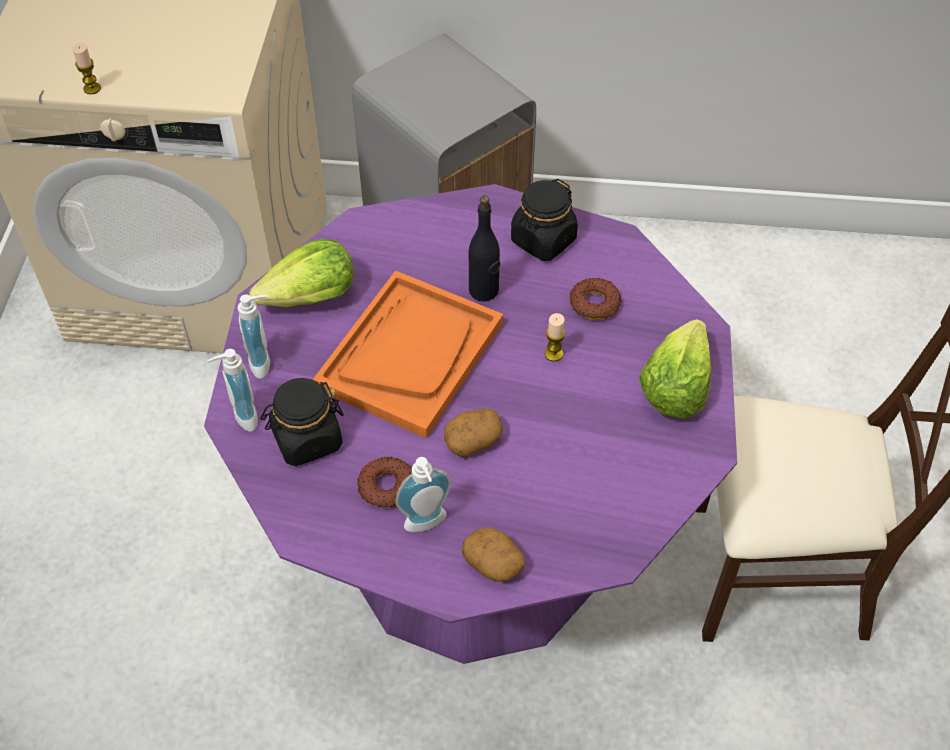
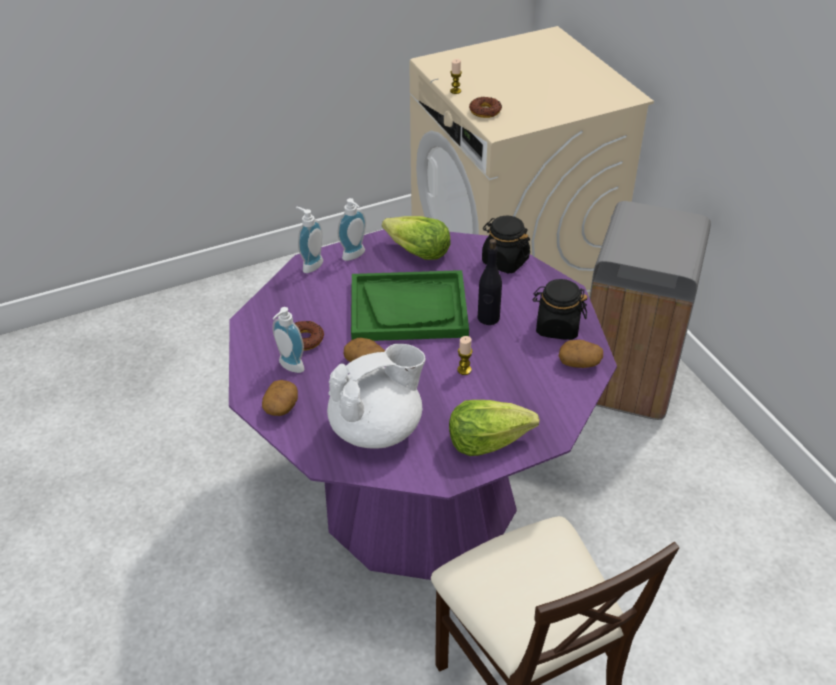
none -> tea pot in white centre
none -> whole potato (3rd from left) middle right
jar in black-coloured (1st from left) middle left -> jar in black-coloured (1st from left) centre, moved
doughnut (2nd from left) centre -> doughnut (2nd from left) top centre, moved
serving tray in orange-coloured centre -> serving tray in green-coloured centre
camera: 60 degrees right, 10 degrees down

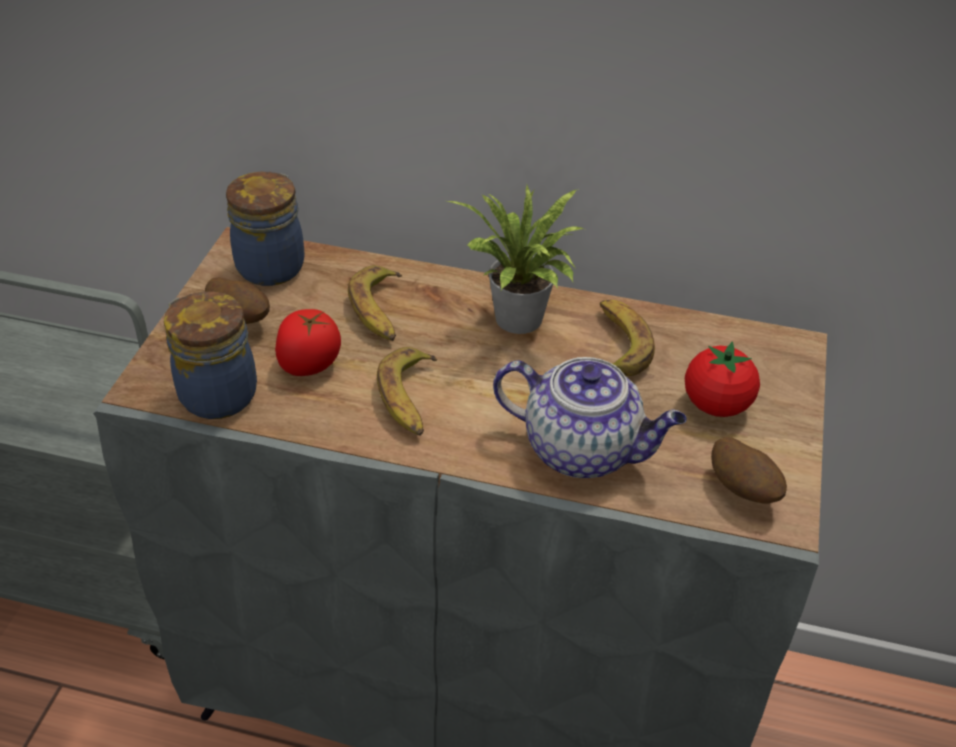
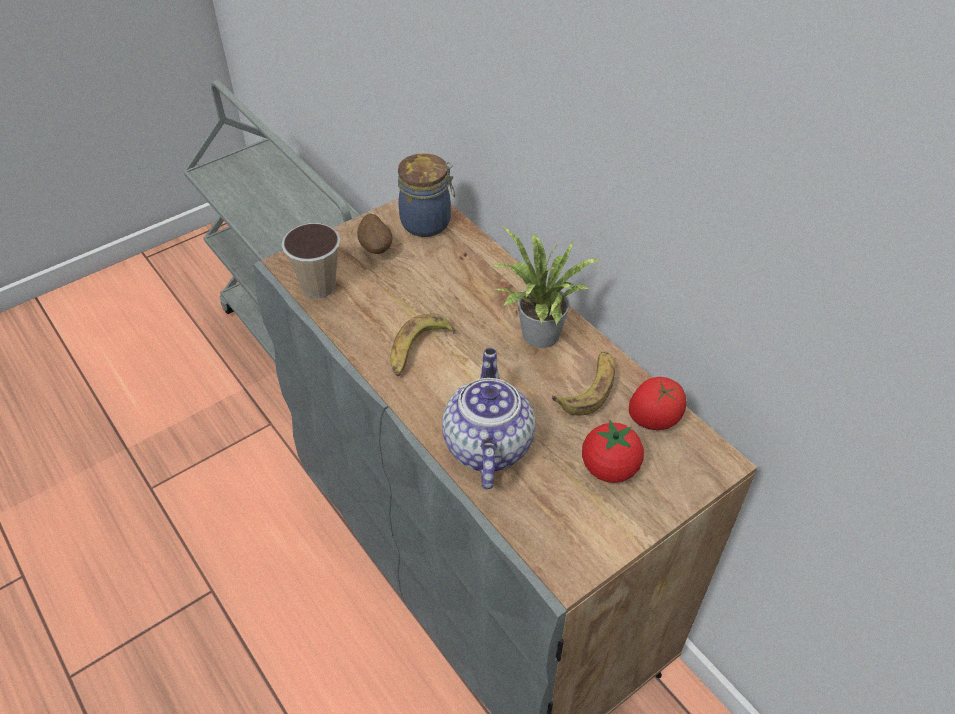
banana (1st from left) centre -> none
whole potato (2nd from left) middle right -> none
fresh tomato (1st from left in the first image) middle left -> fresh tomato (2nd from left) middle right, moved
jar (1st from left) middle left -> drinking cup middle left
tea pot centre, 150 degrees counterclockwise
camera: 40 degrees right, 5 degrees up

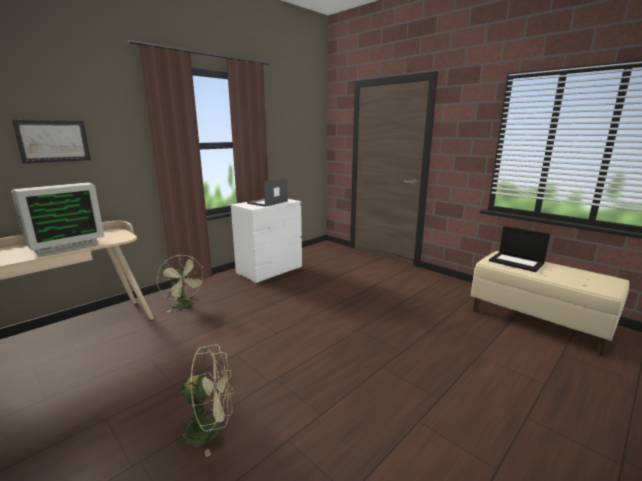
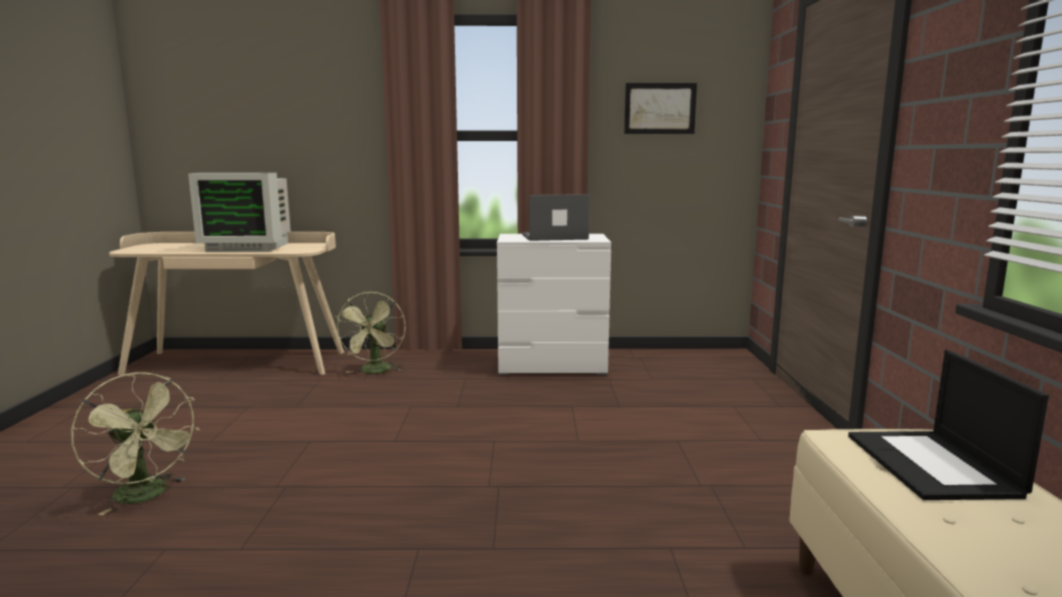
picture top left -> picture top centre, moved
camera: 45 degrees right, 5 degrees down

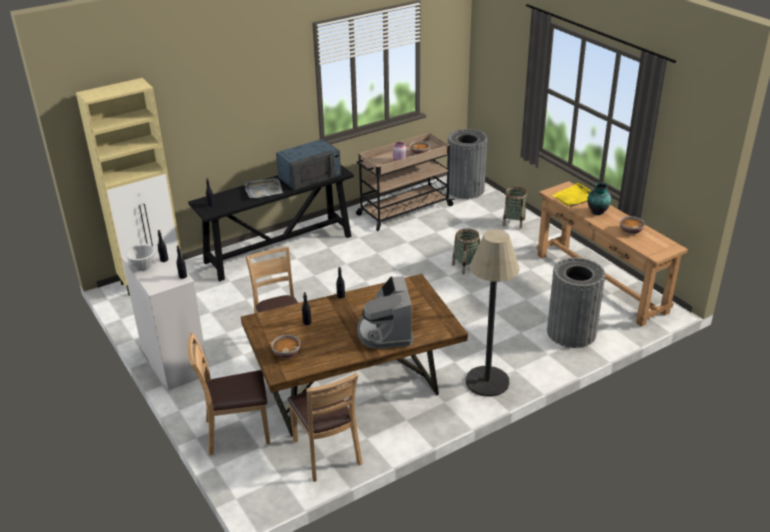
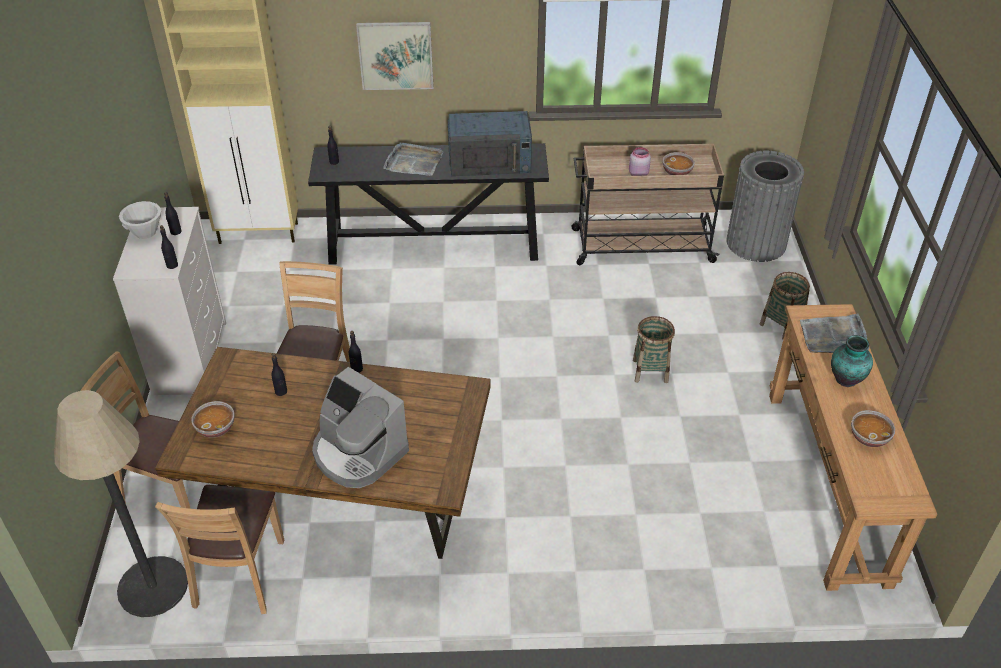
waste bin in gray (2nd from left) middle right -> none
none -> picture top centre
standing lamp centre -> standing lamp bottom left, moved
serving tray in yellowish middle right -> serving tray in gray (2nd from left) middle right
coffee maker centre, 75 degrees counterclockwise
camera: 30 degrees right, 10 degrees up

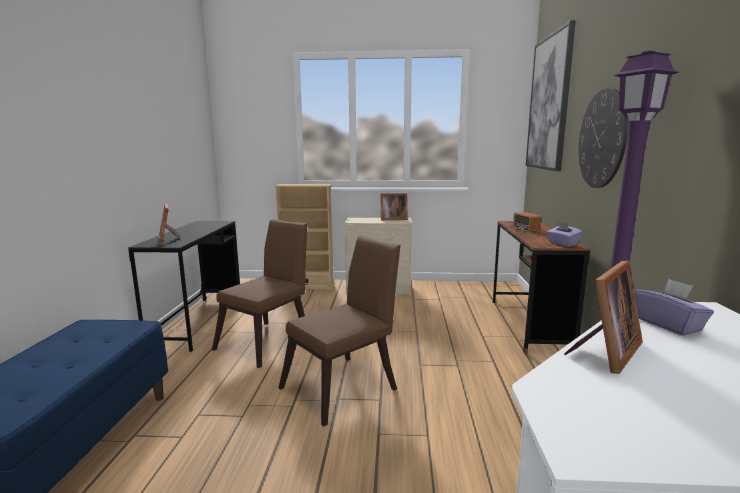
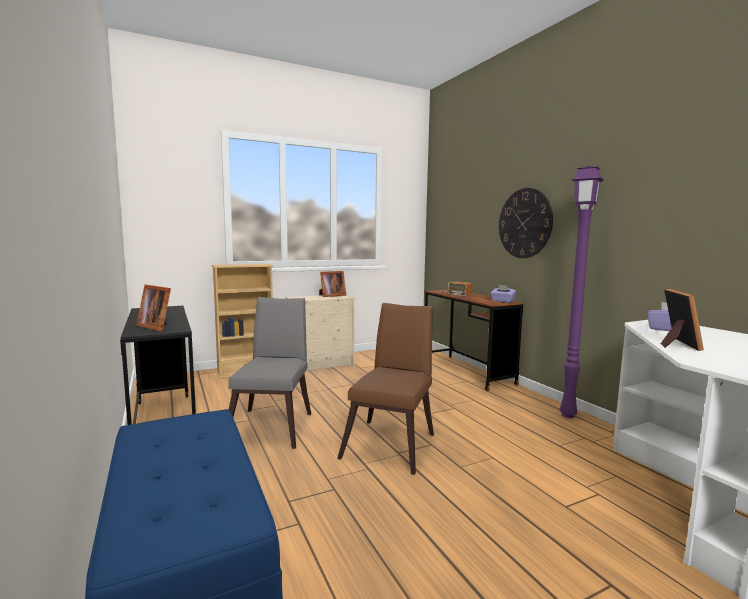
picture top right -> none
chair in brownish (1st from left) centre -> chair in gray centre
camera: 30 degrees left, 5 degrees down

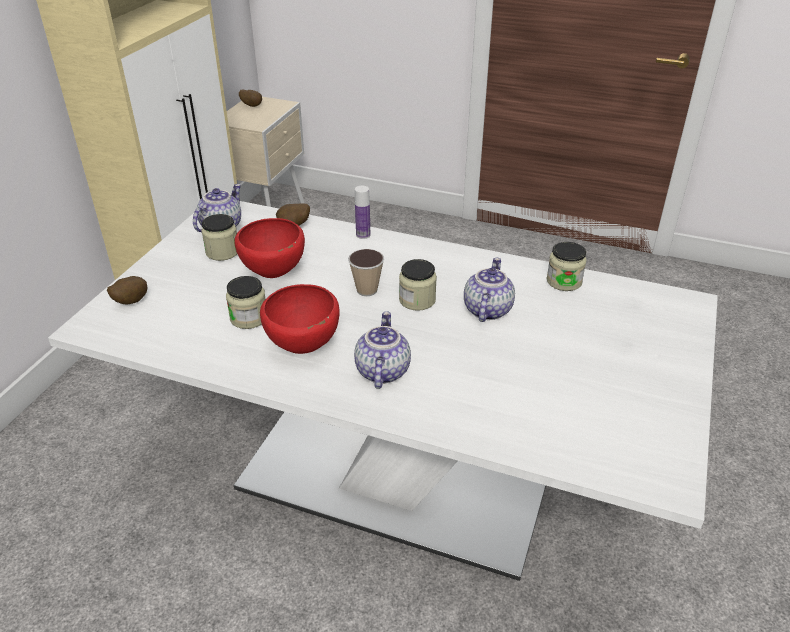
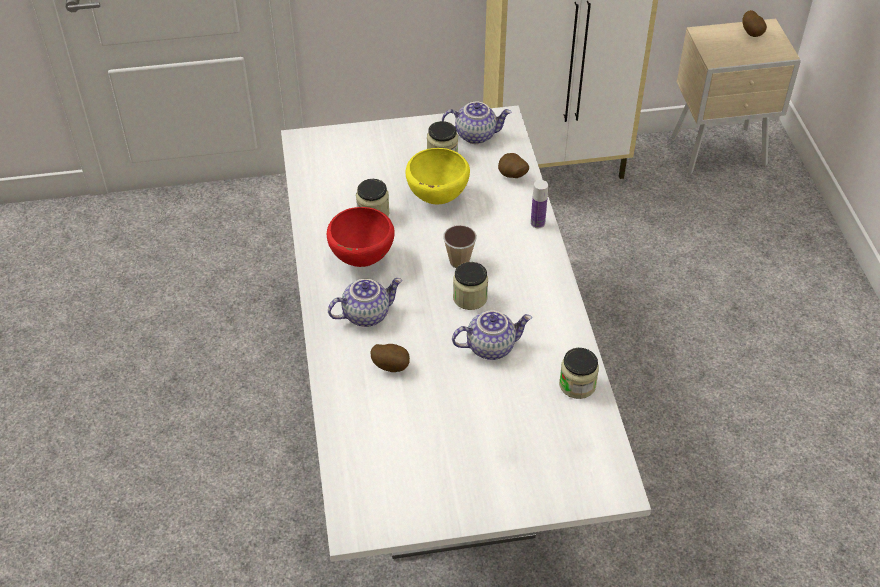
whole potato (1st from left) middle left -> whole potato (1st from left) centre, moved
bowl in red (1st from left) centre -> bowl in yellowish top centre
camera: 60 degrees right, 10 degrees up

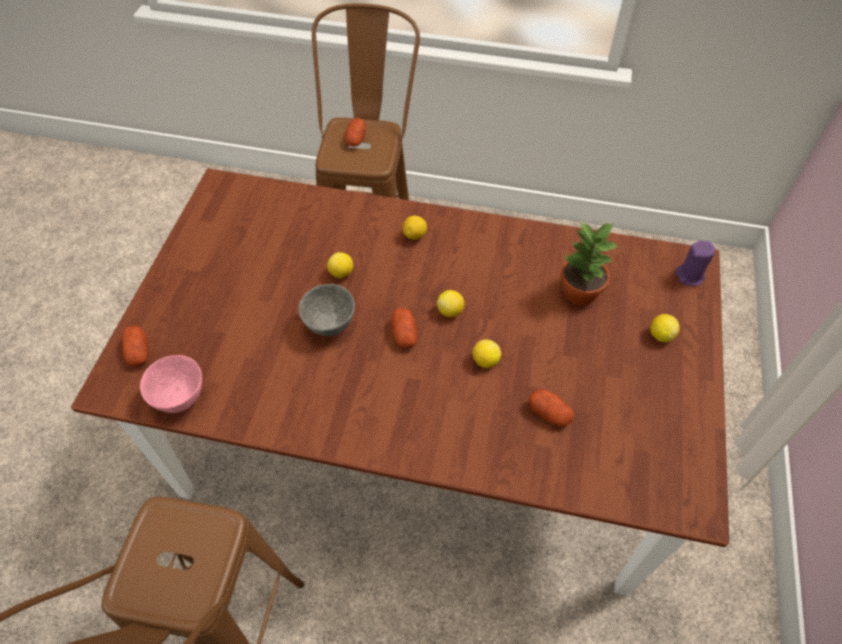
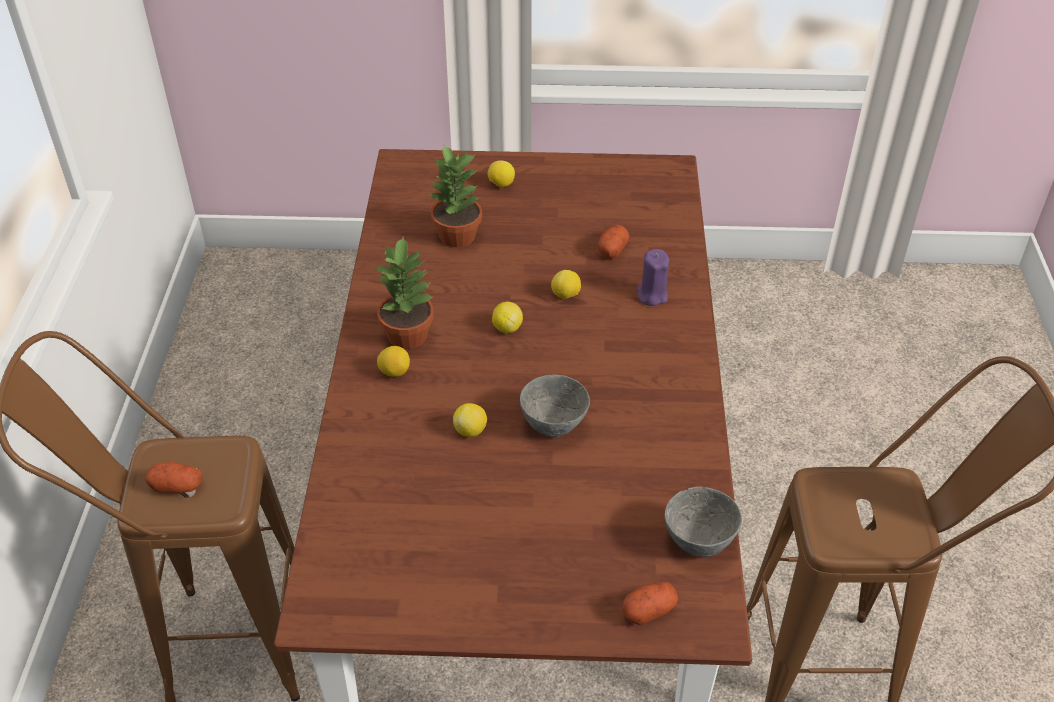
whole potato (3rd from left) centre -> none
none -> plant in a pot (1st from left) centre
wax light in purplish middle right -> wax light in purplish centre, moved
bowl in pink middle left -> bowl in gray (2nd from left) bottom right
camera: 100 degrees left, 10 degrees down

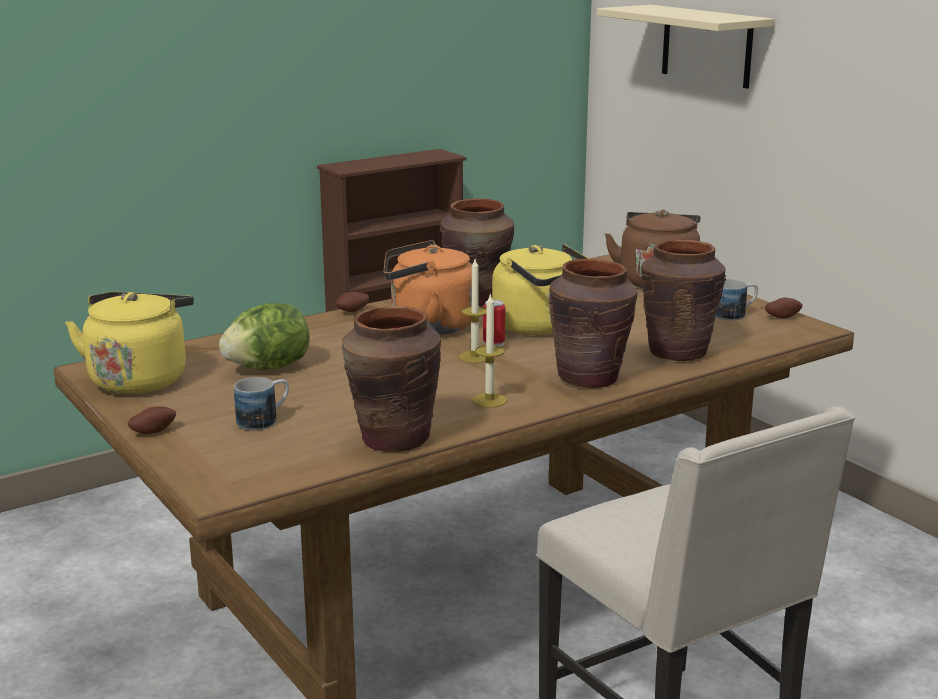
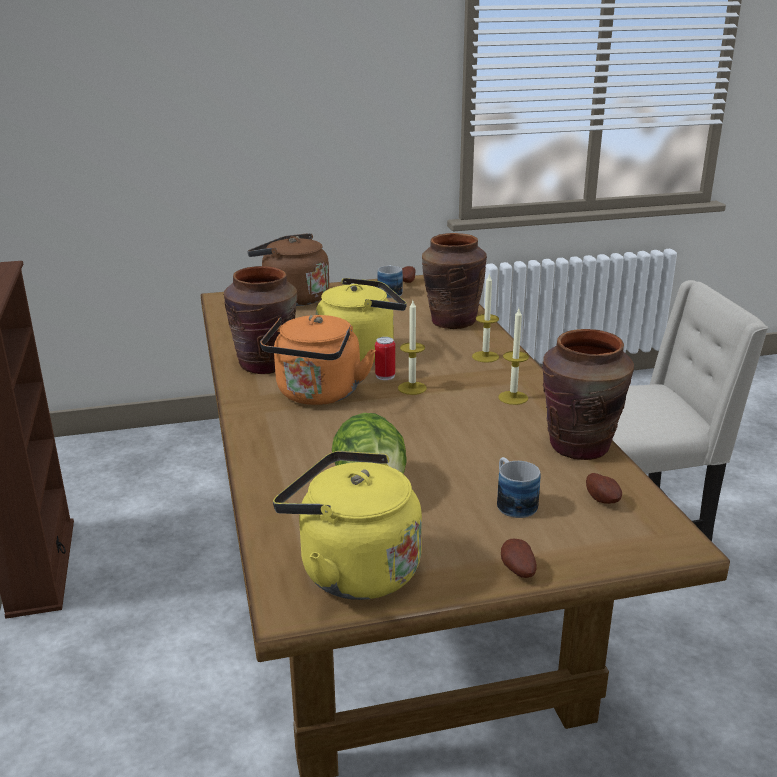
bracket shelf in beige-coloured top right -> none
whole potato (2nd from left in the first image) centre -> whole potato (3rd from left) middle right, moved
decorative vase in brownish (3rd from left) centre -> wax light (2nd from left) centre
camera: 70 degrees left, 5 degrees up

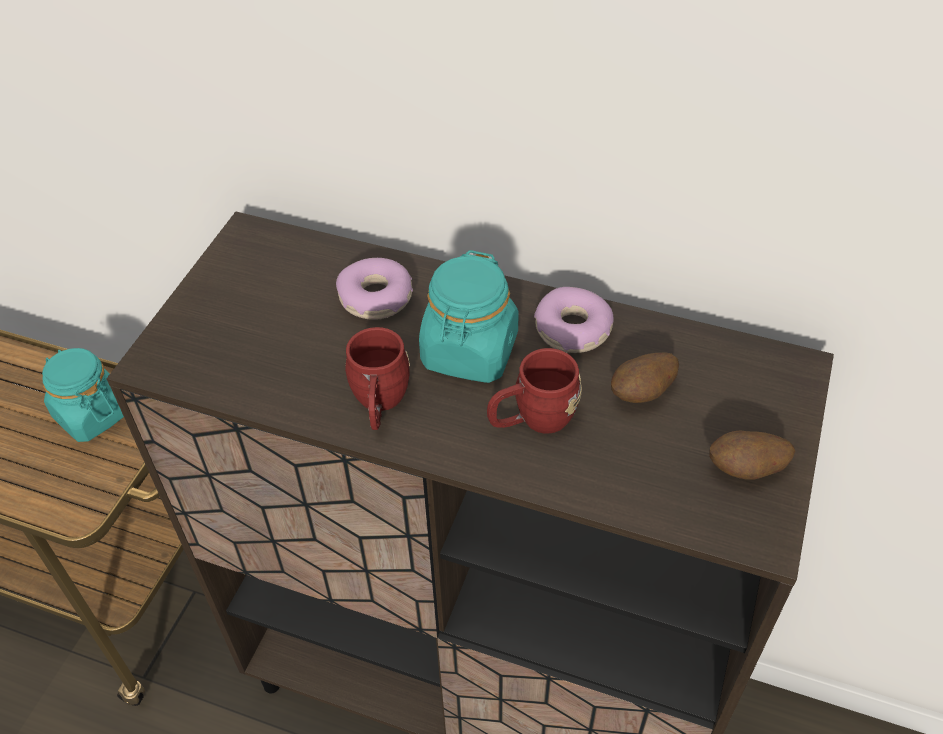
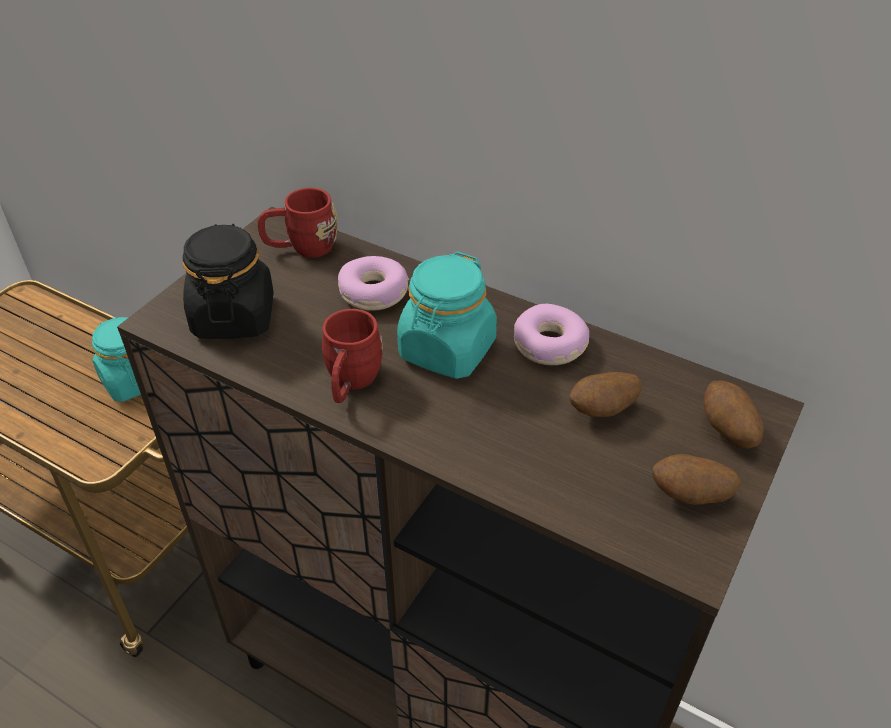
none -> jar in black-coloured middle left
none -> whole potato (3rd from left) middle right
coffee mug in red (2nd from left in the first image) centre -> coffee mug in red (1st from left) top centre, moved
camera: 10 degrees right, 5 degrees down

